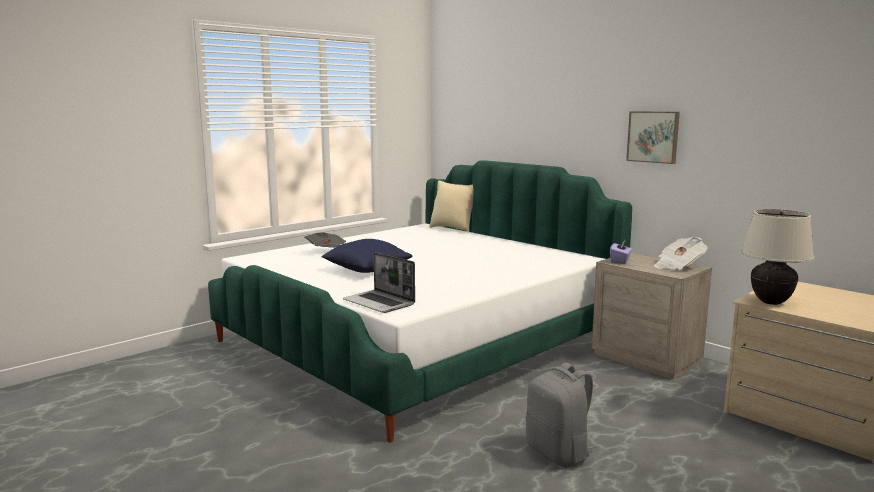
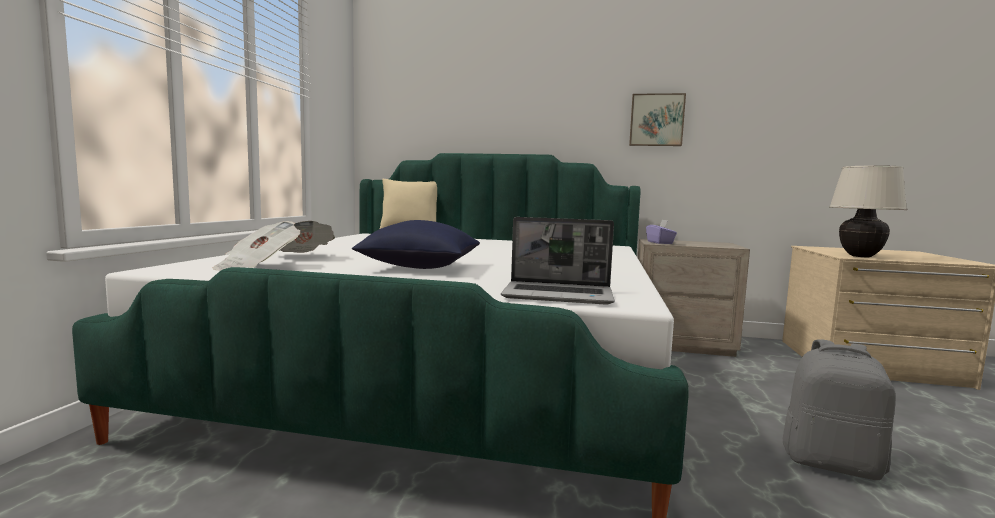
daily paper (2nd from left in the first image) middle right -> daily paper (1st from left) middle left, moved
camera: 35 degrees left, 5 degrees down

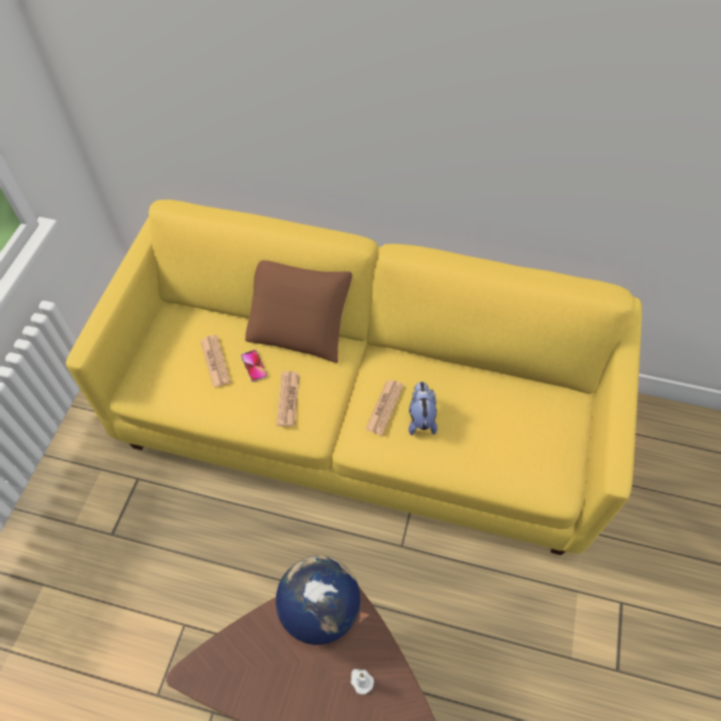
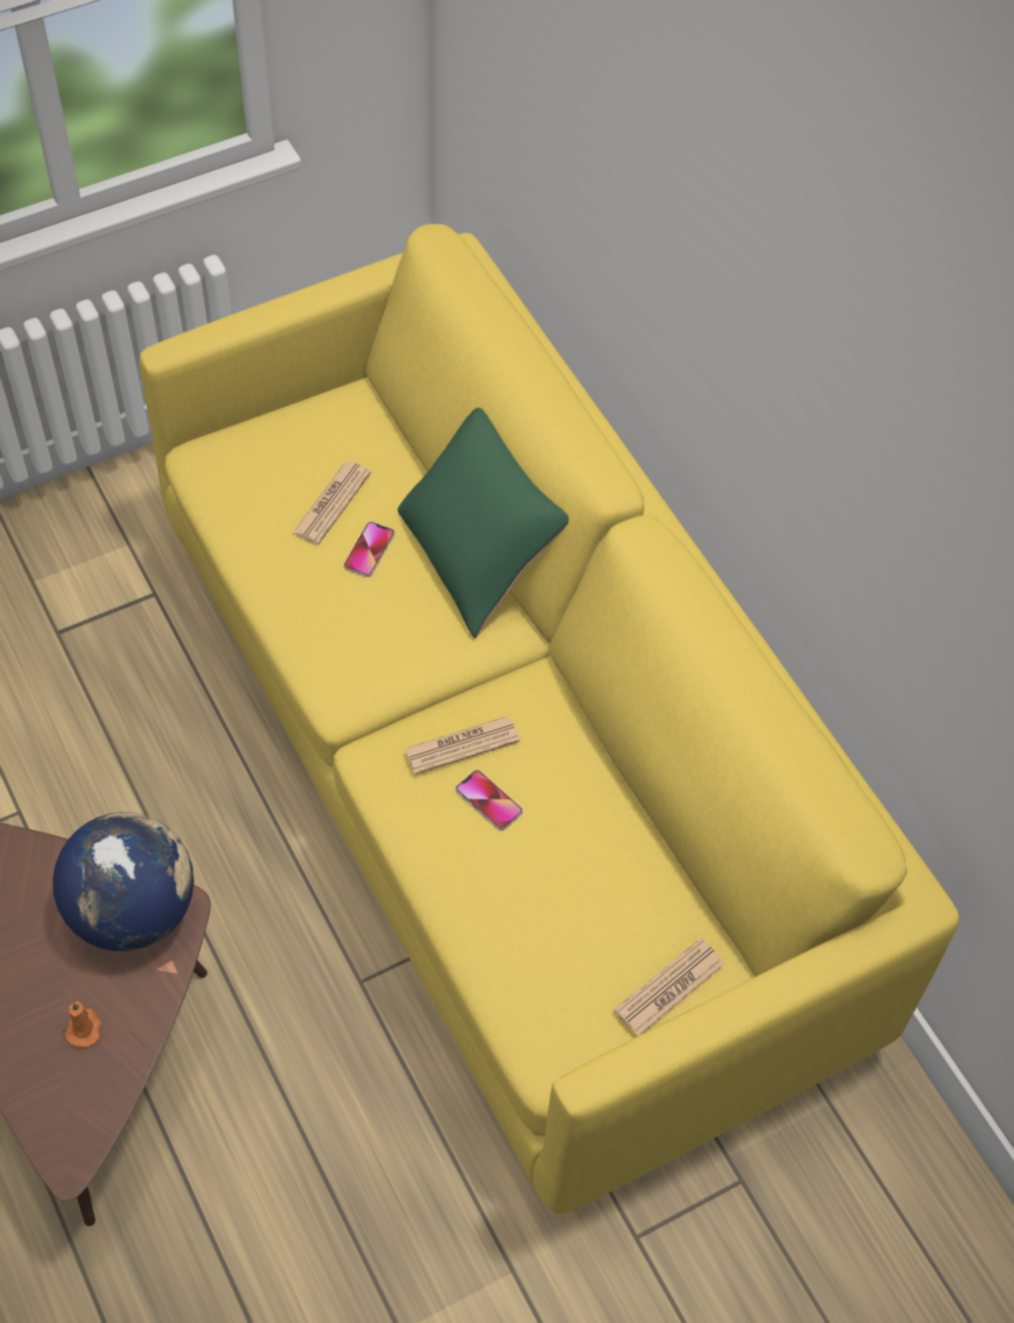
daily paper (2nd from left in the first image) centre -> daily paper (3rd from left) bottom centre, moved
soft toy centre -> phone (2nd from left) centre
cushion in brownish centre -> cushion in green-coloured centre
wax light in white bottom centre -> wax light in orange-coloured bottom left
camera: 45 degrees right, 0 degrees up

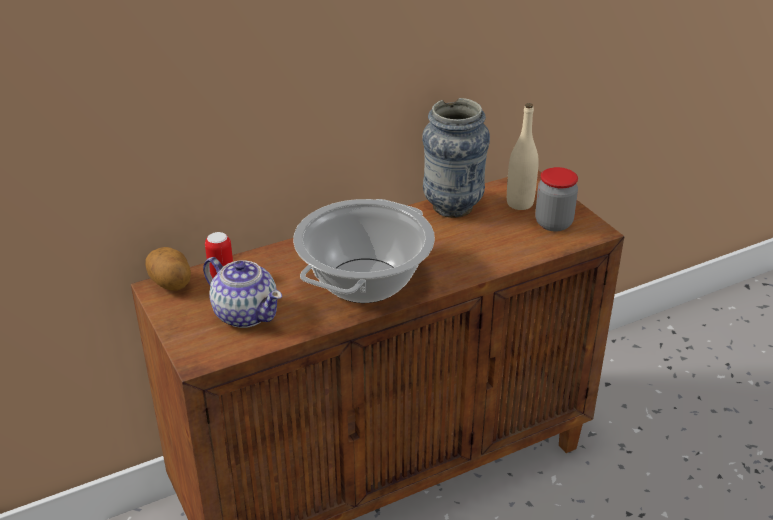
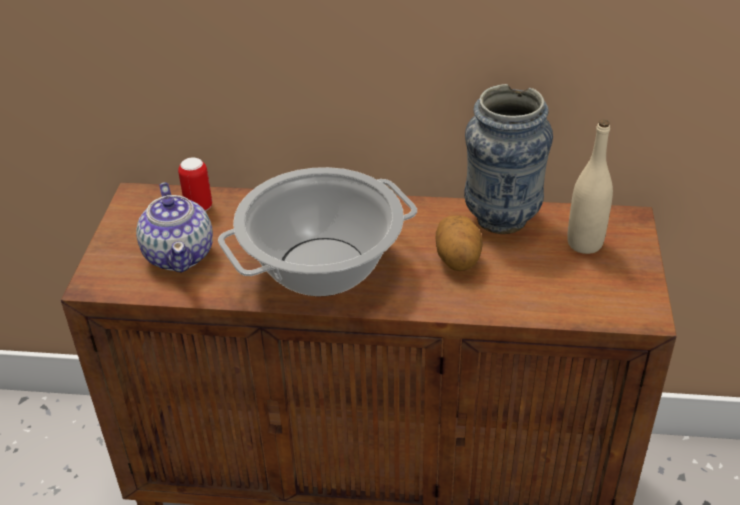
jar middle right -> none
whole potato middle left -> whole potato centre, moved
camera: 35 degrees right, 5 degrees up

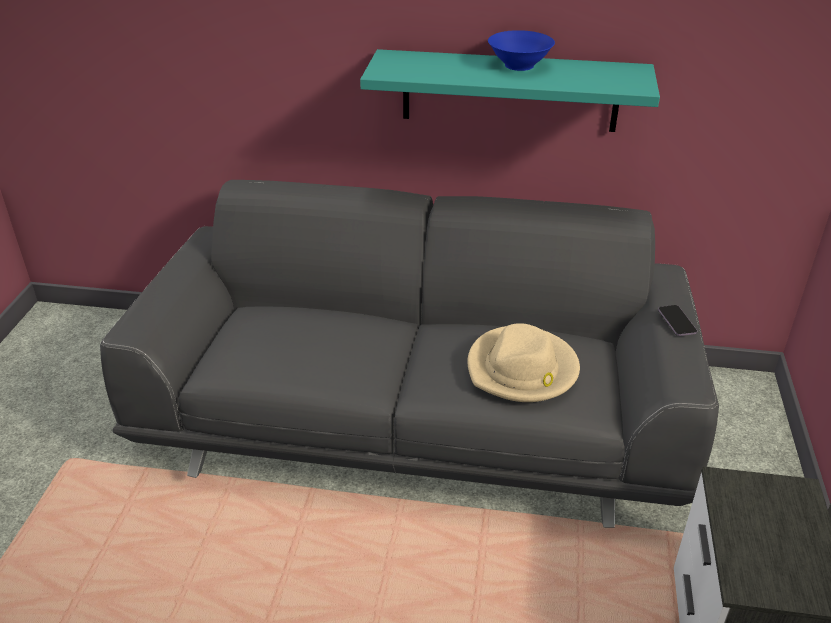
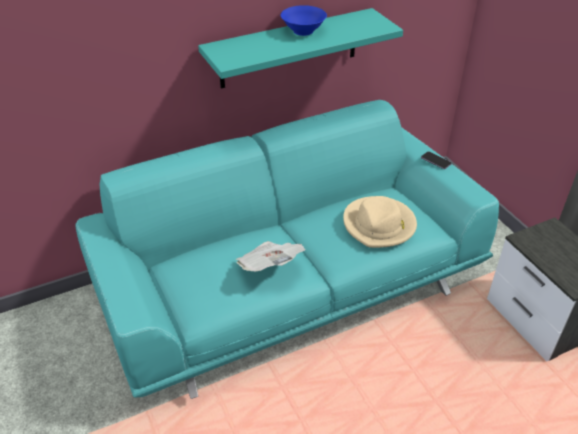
none -> daily paper centre
couch in gray centre -> couch in turquoise-coloured centre
camera: 35 degrees left, 5 degrees up

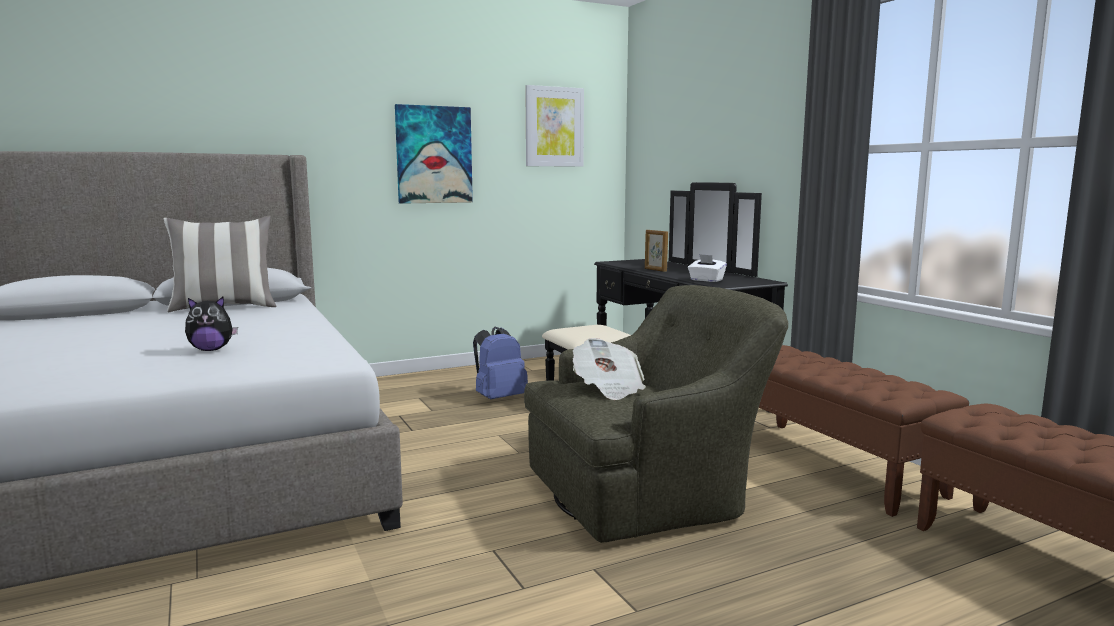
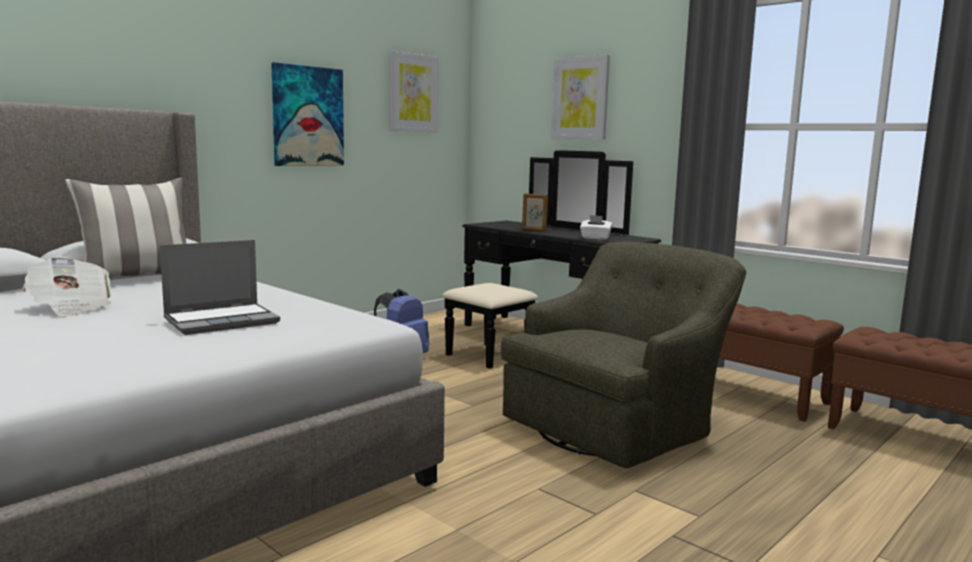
none -> picture (3rd from left) top centre
daily paper centre -> daily paper middle left, moved
soft toy middle left -> notebook computer middle left
camera: 20 degrees left, 0 degrees up

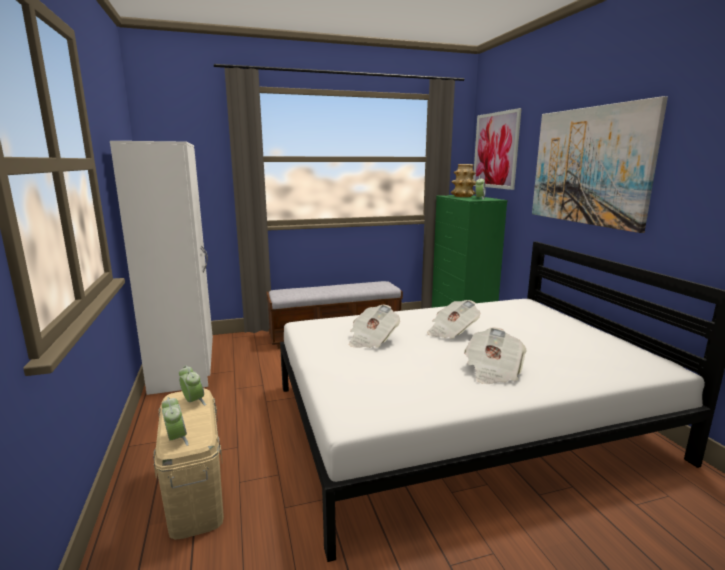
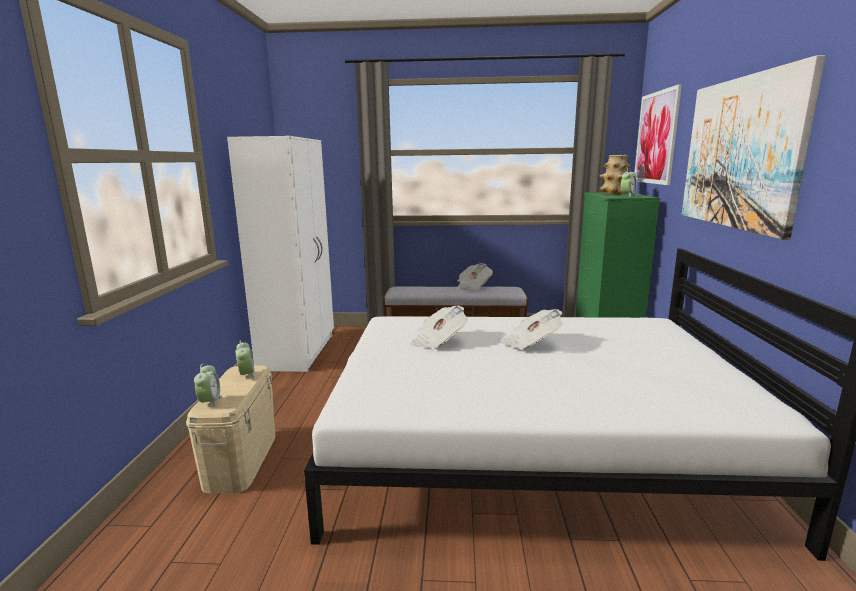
daily paper (3rd from left in the first image) middle right -> daily paper (2nd from left) centre, moved
camera: 20 degrees right, 0 degrees up

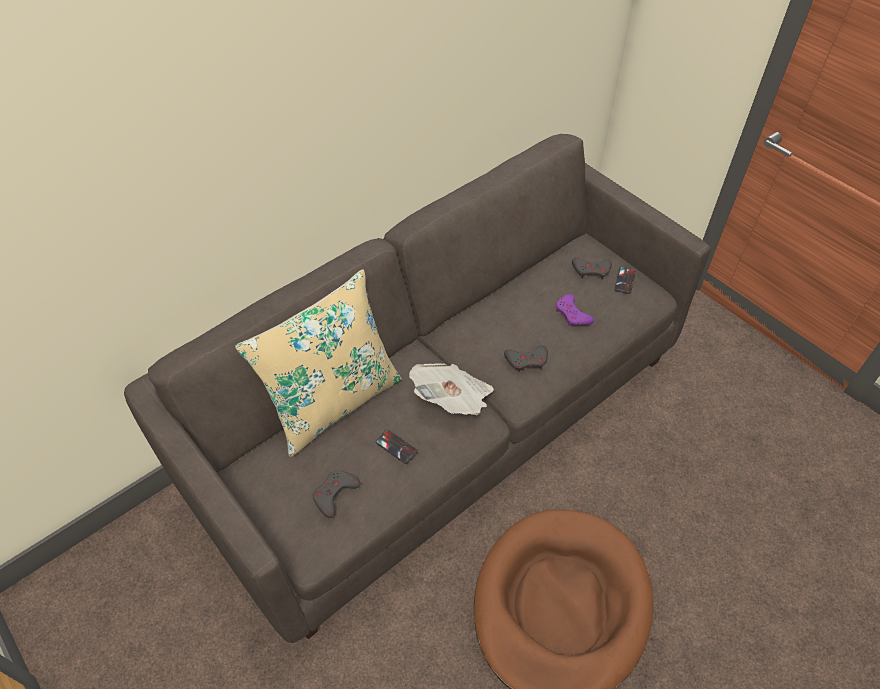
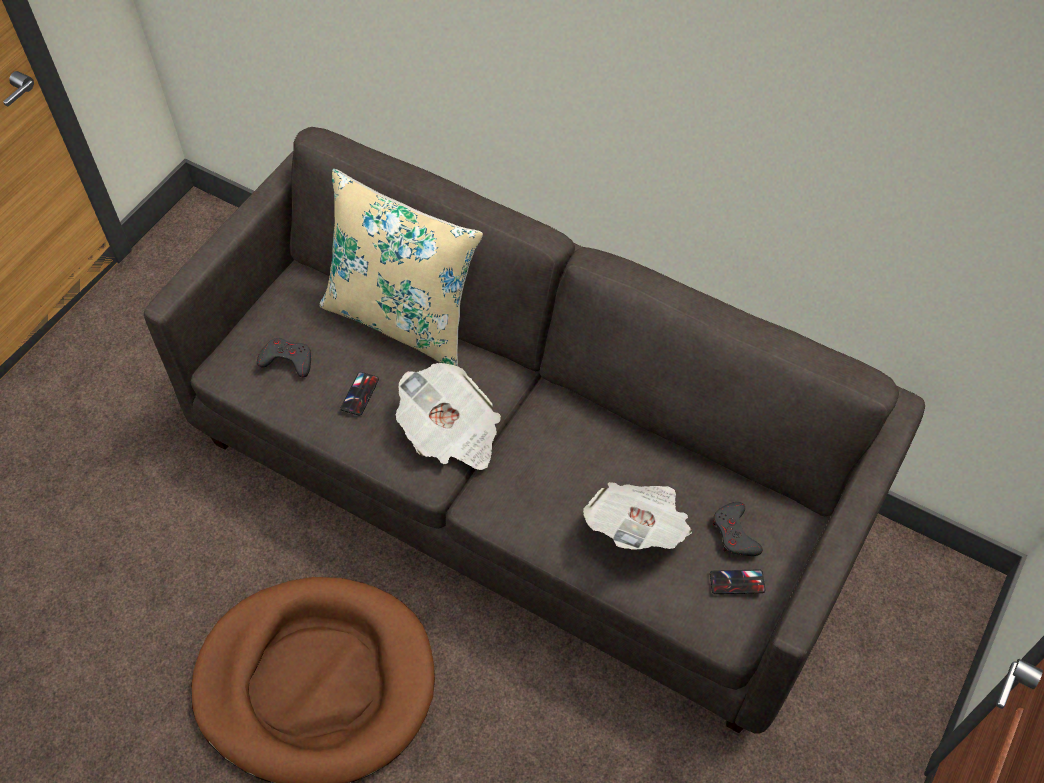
joypad in gray (2nd from left) centre -> none
joypad in purplish centre -> daily paper (2nd from left) centre
camera: 70 degrees right, 5 degrees up

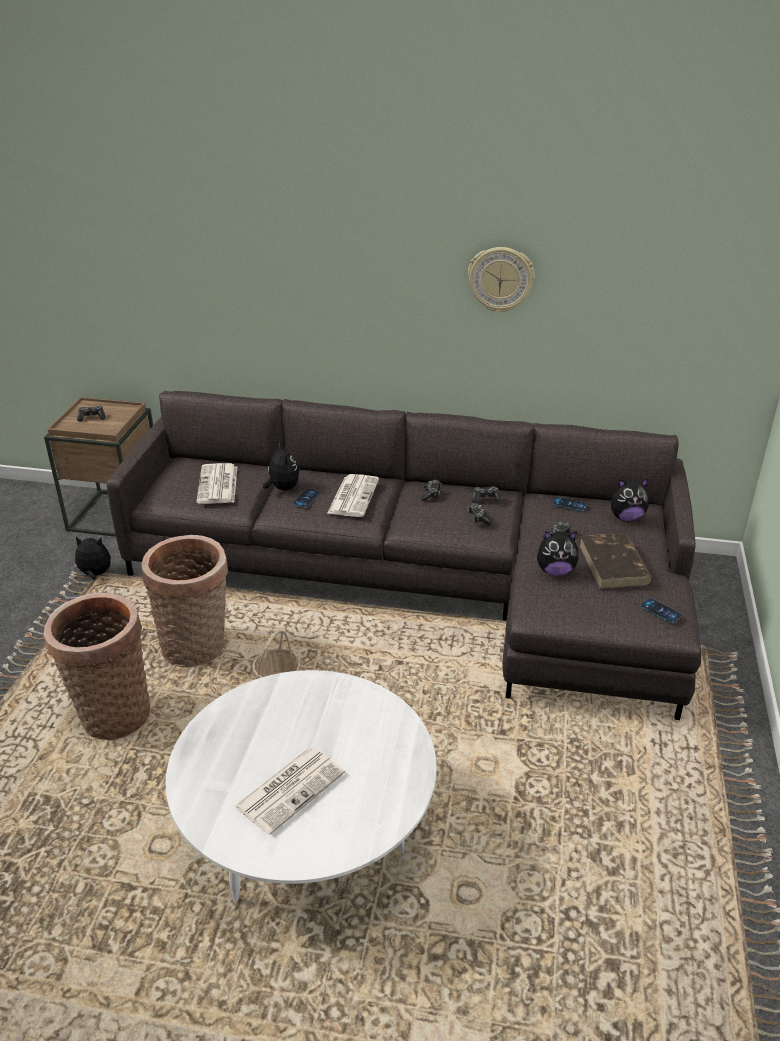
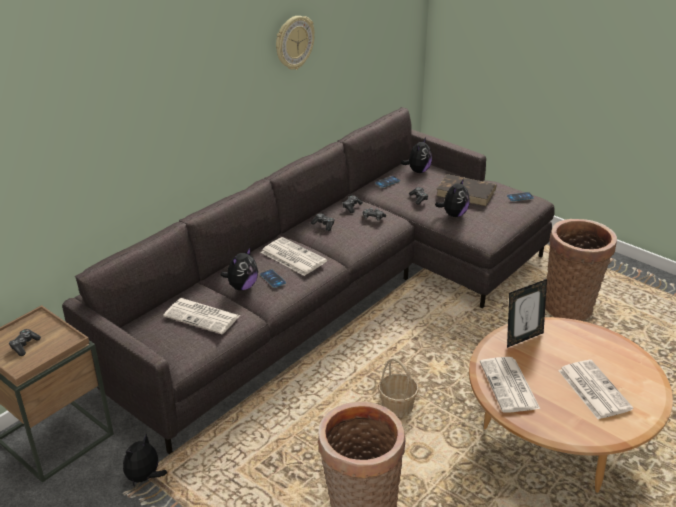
none -> daily paper (3rd from left) bottom right
none -> standing frame middle right
household basket (2nd from left in the first image) middle left -> household basket (3rd from left) middle right, moved
coffee table in white bottom centre -> coffee table in brownish bottom right
soft toy (2nd from left) centre, 120 degrees clockwise
camera: 60 degrees left, 0 degrees up

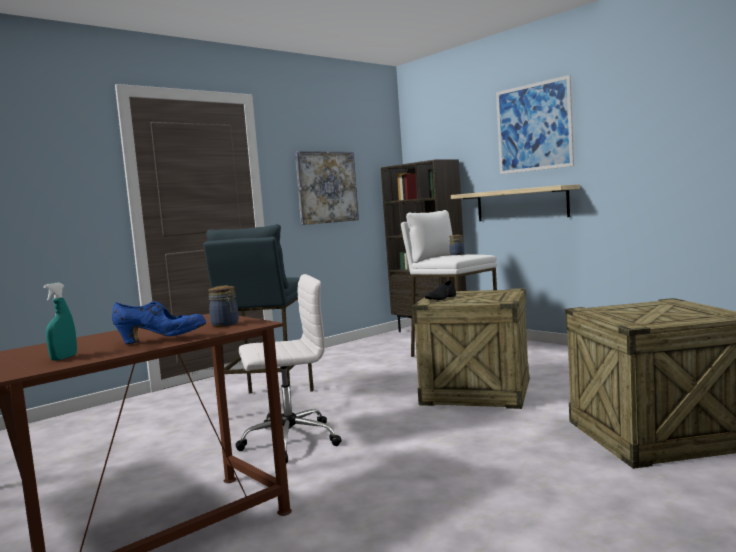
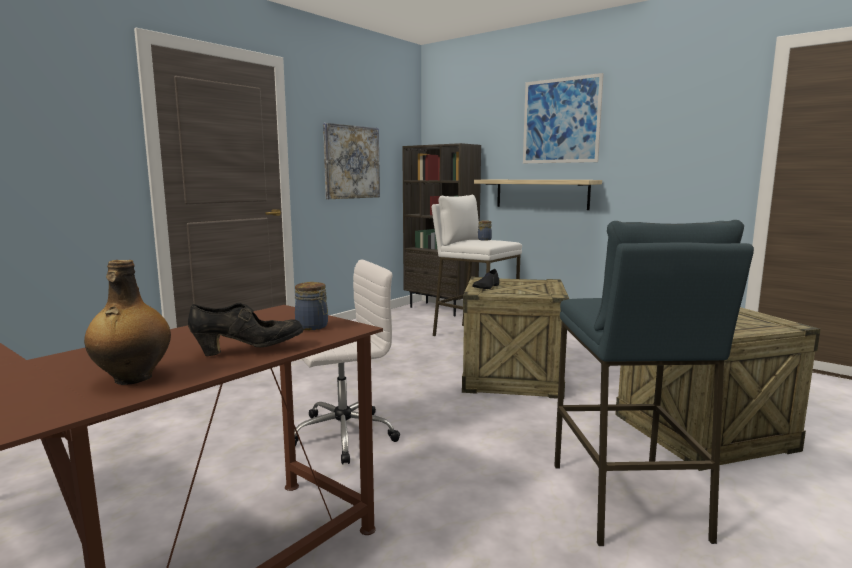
sitting stool in blue centre -> sitting stool in blue bottom right, moved
spray bottle in turquoise-coloured middle left -> bottle middle left
shoe in blue middle left -> shoe in black-coloured (1st from left) middle left
camera: 10 degrees left, 5 degrees up

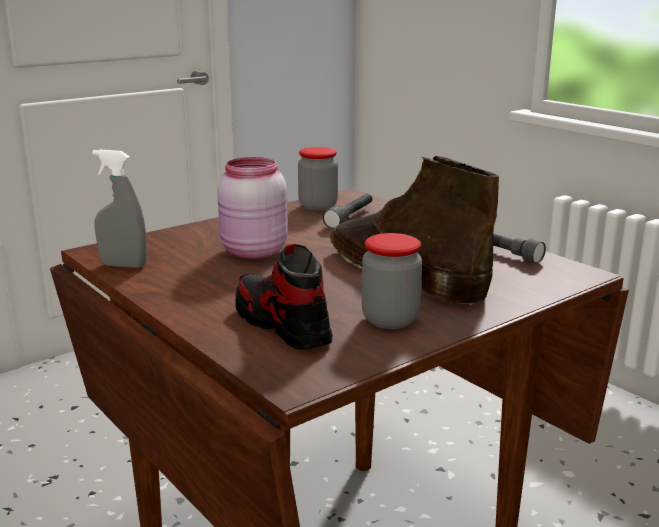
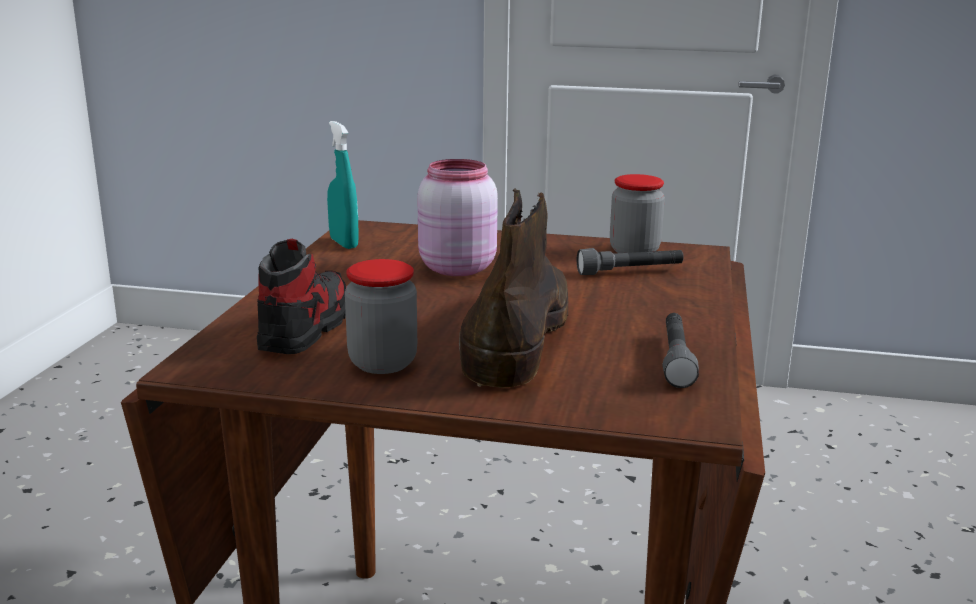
spray bottle in gray middle left -> spray bottle in turquoise-coloured top centre
camera: 50 degrees right, 0 degrees up

